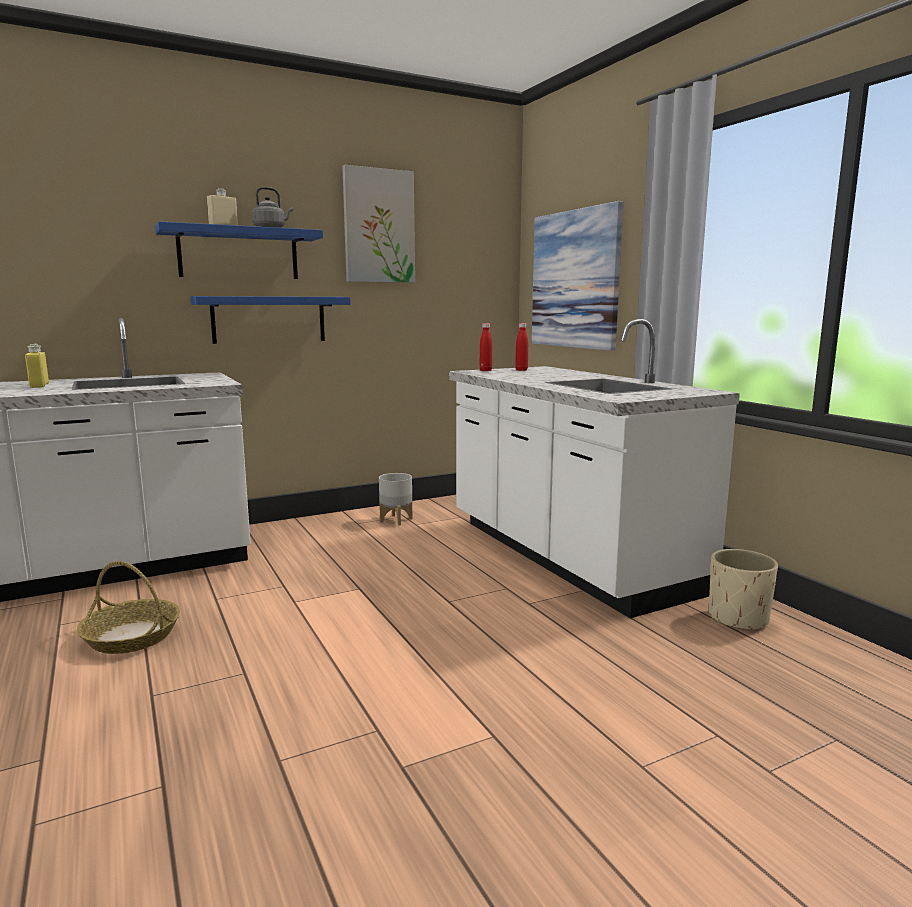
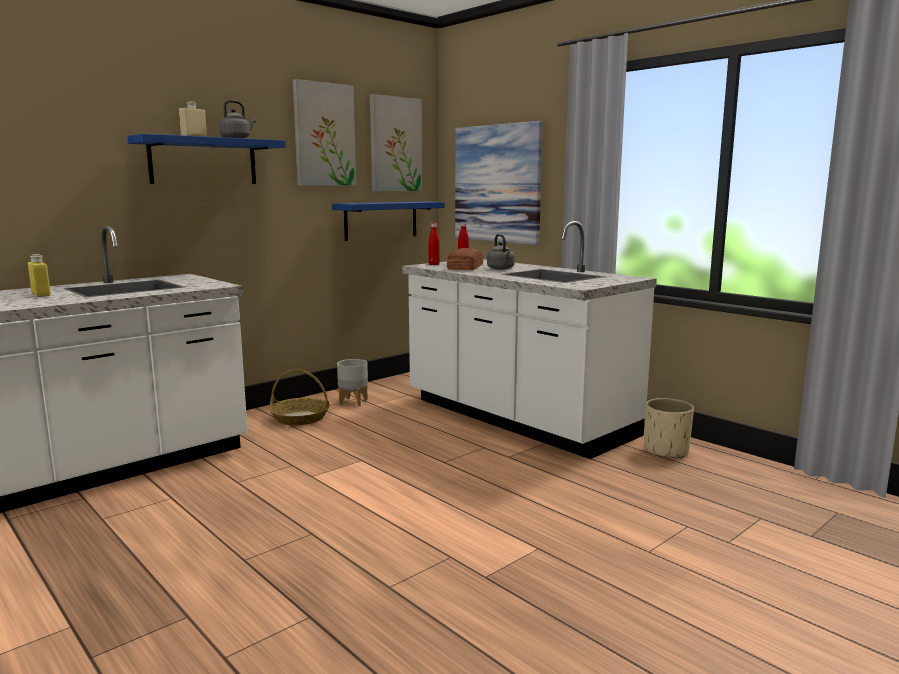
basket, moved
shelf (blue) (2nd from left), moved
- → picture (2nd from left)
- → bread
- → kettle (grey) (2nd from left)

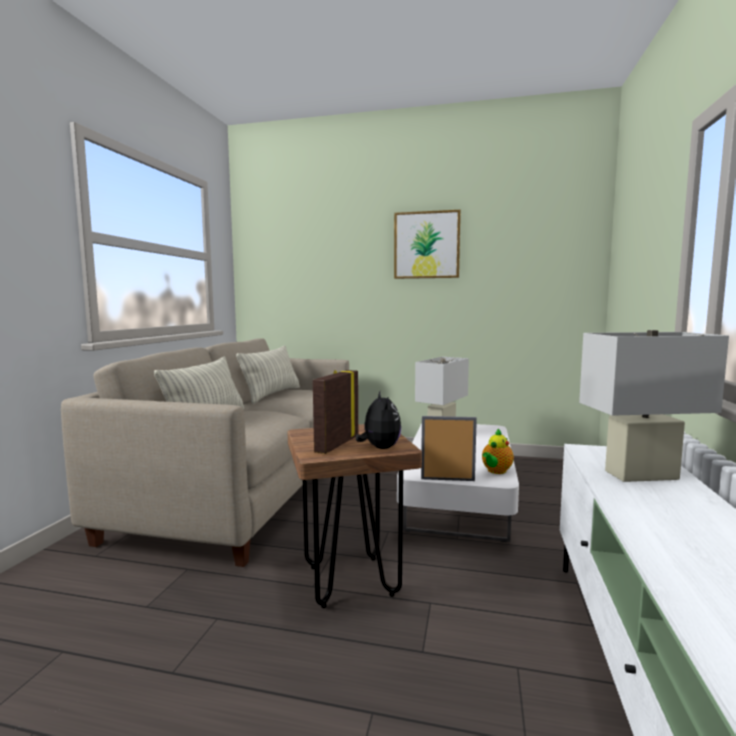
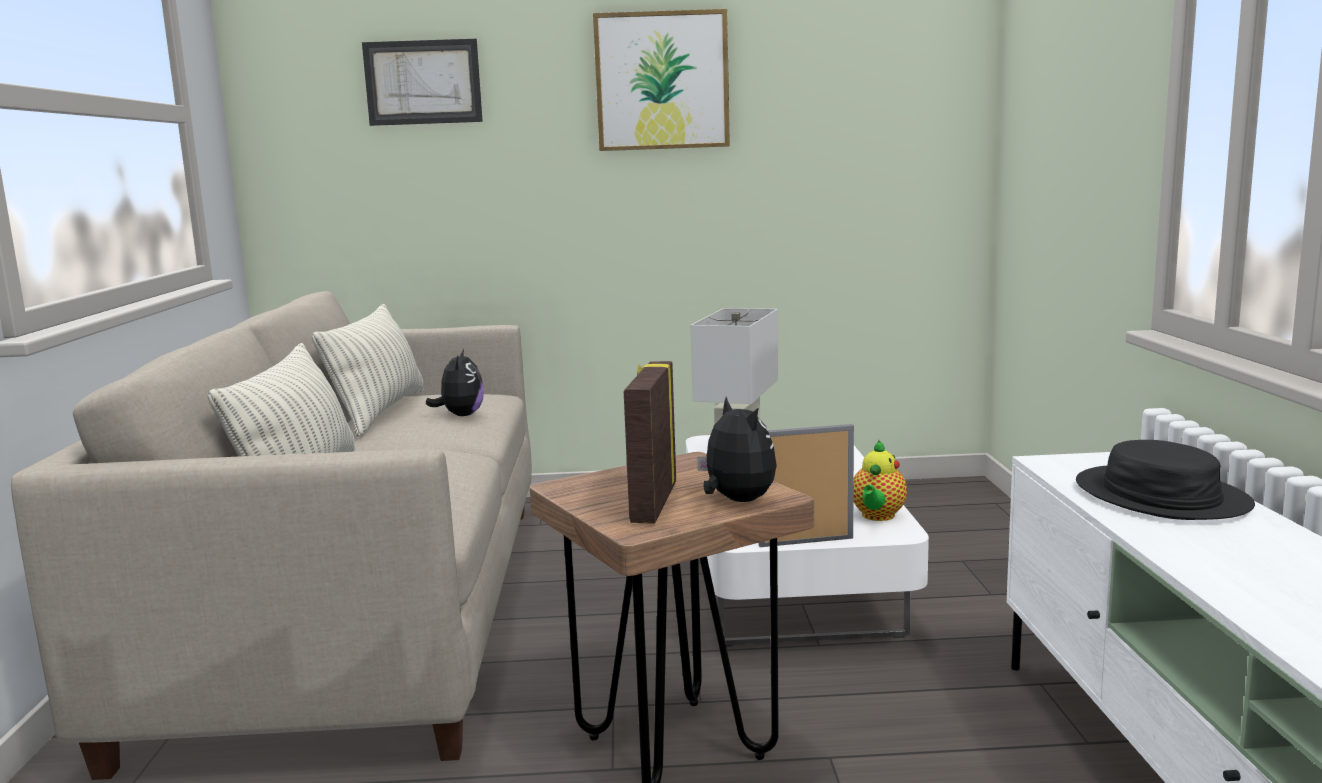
- → picture (1st from left)
- → plush toy (1st from left)
table lamp (white) (2nd from left) → hat (black)

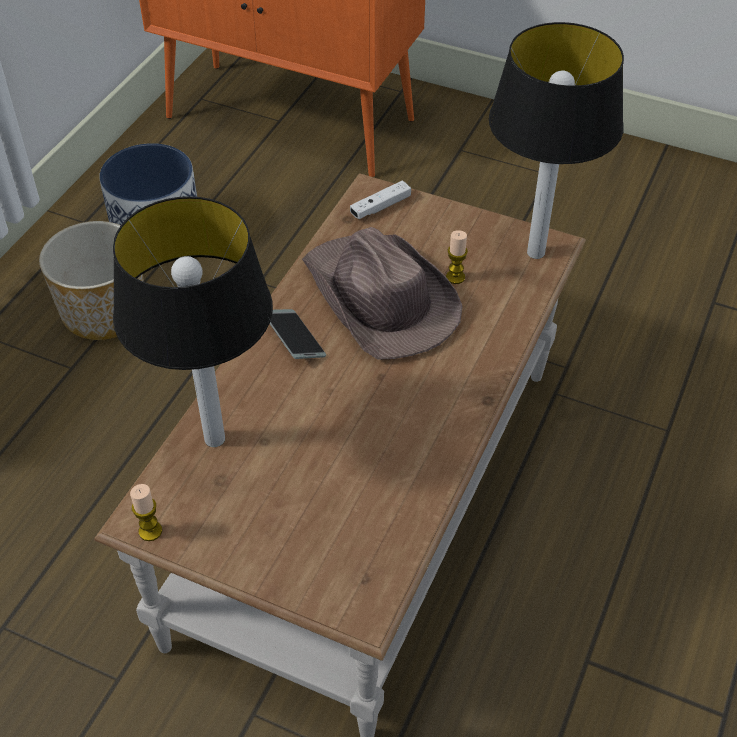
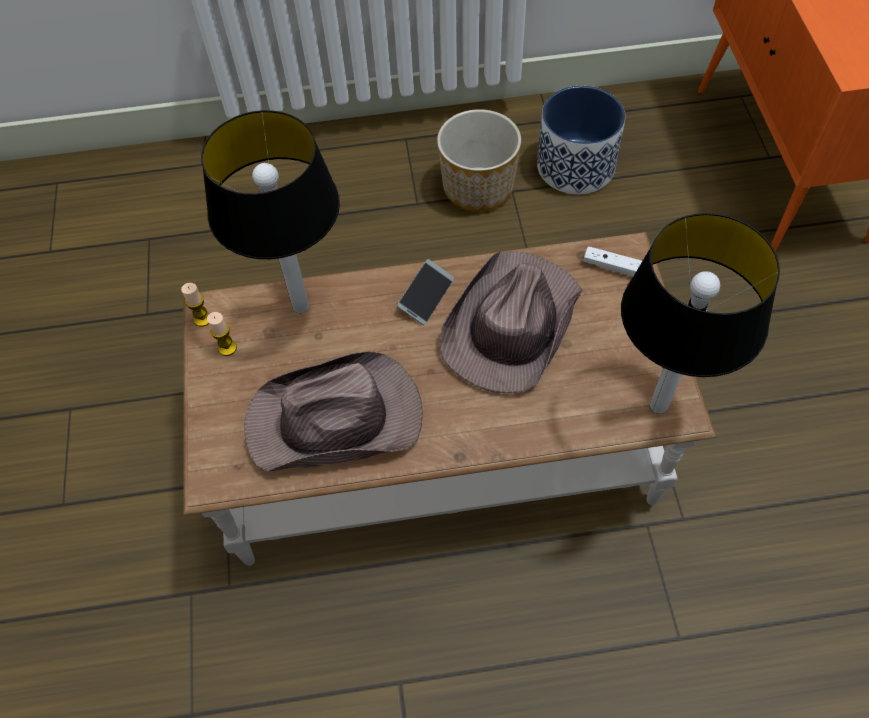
candle (2nd from left), moved
- → hat (brown) (1st from left)

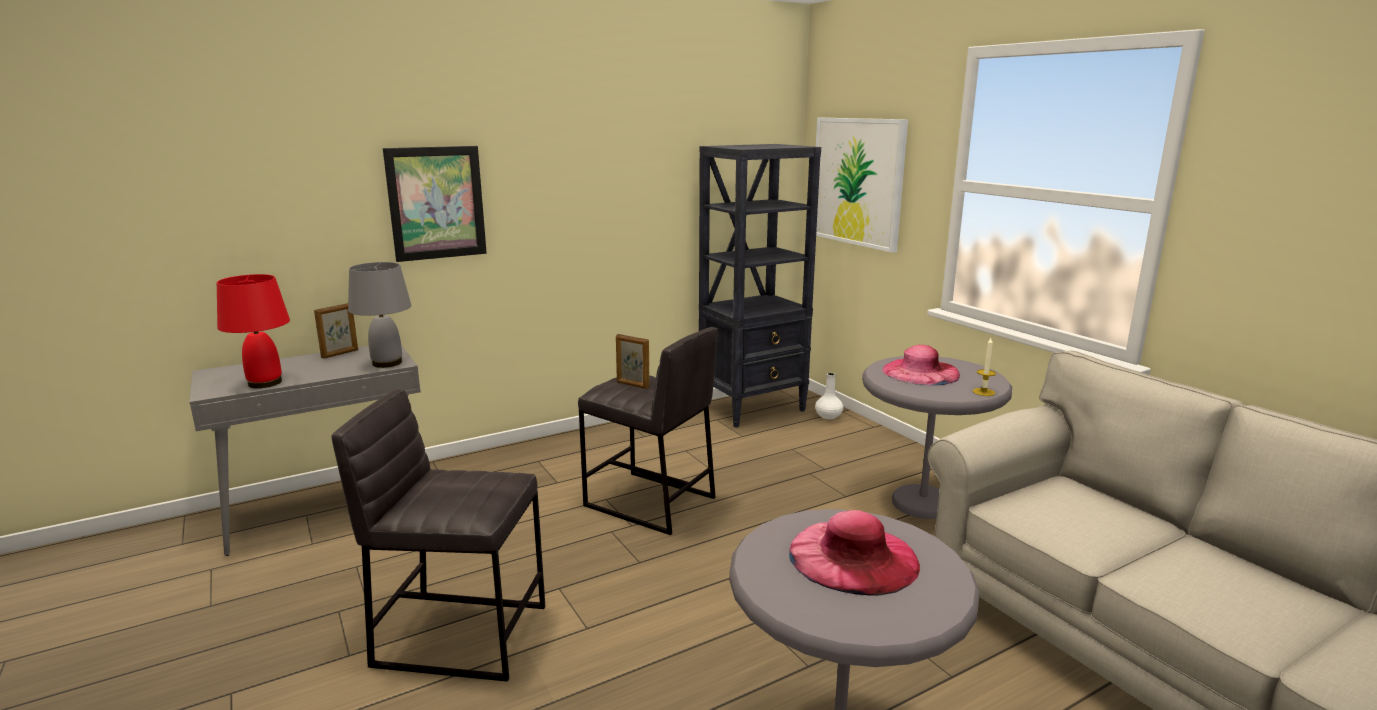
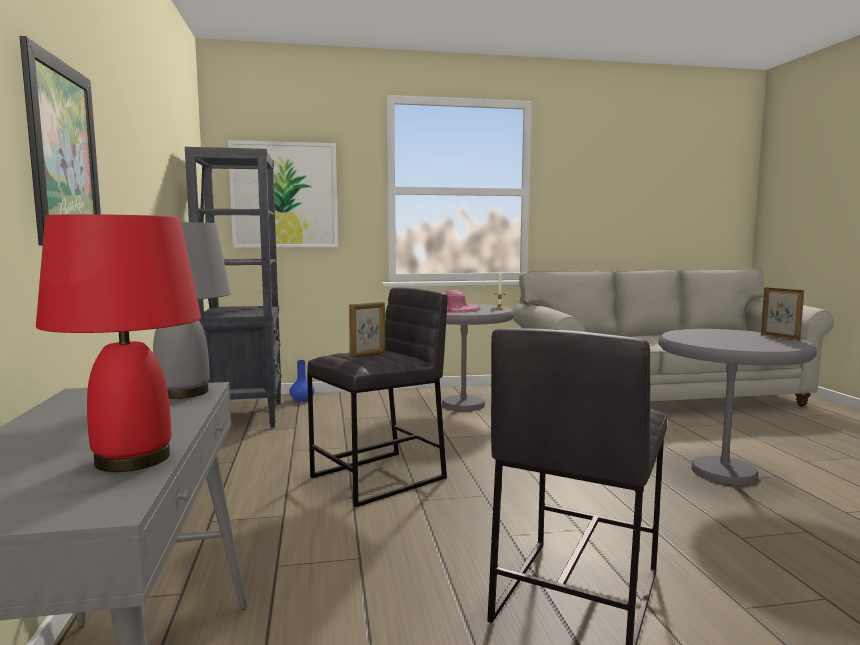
vase (white) → vase (blue)
picture frame (1st from left in the first image) → picture frame (2nd from left), moved
hat (pink) (1st from left) → -

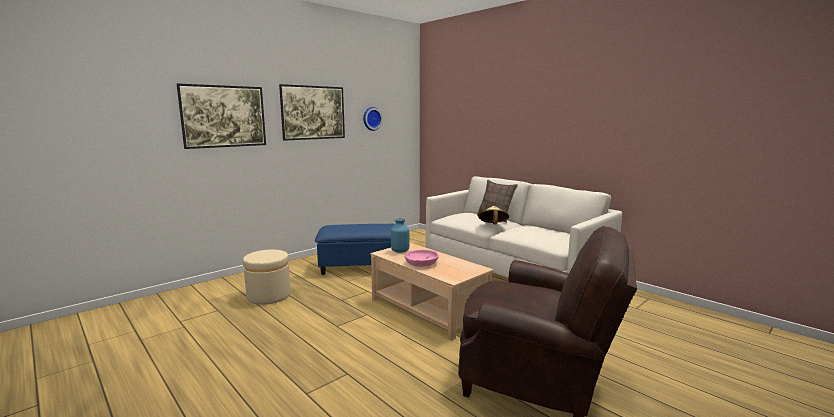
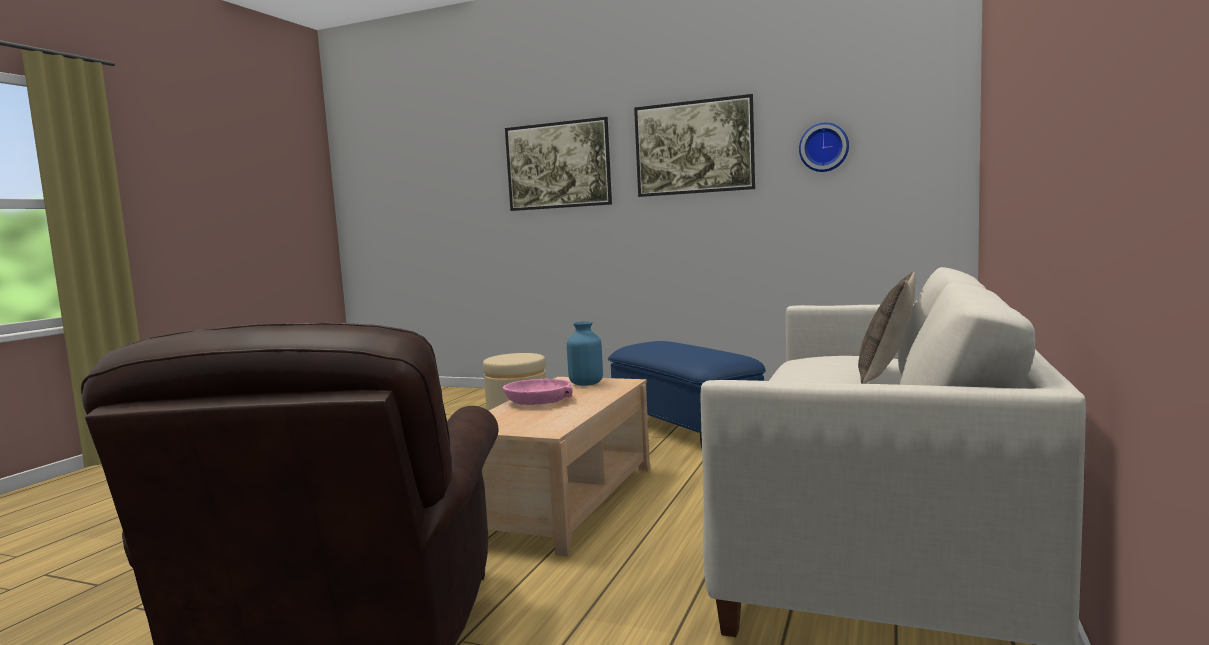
hat (beige) → -

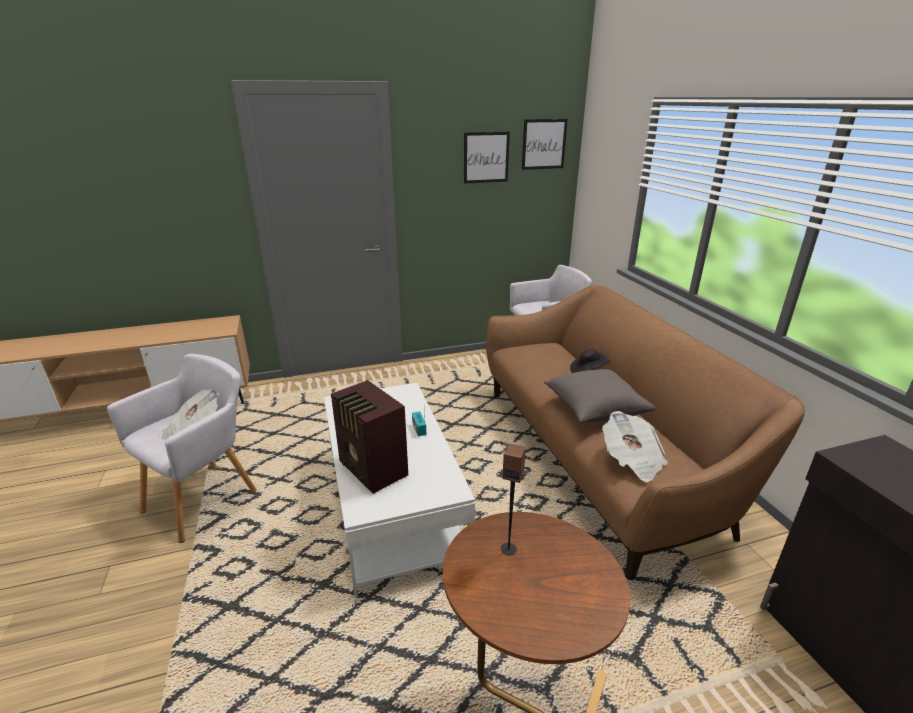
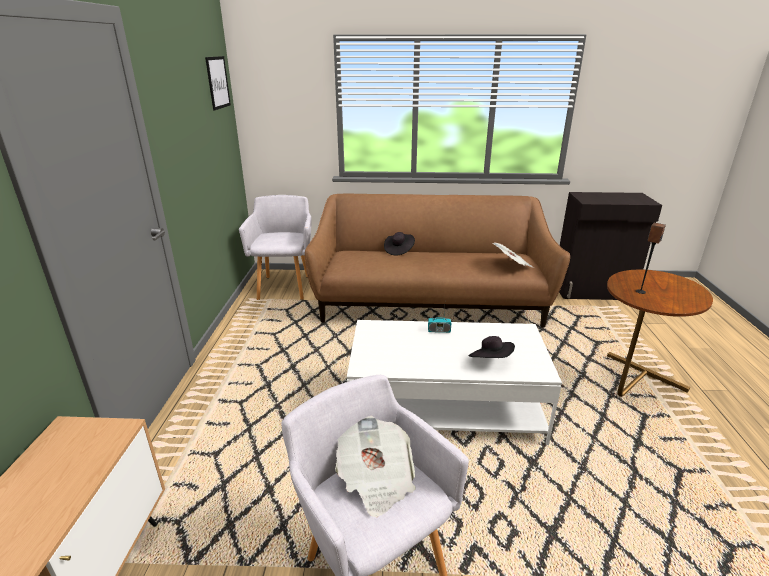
radio (1st from left) → hat (black) (2nd from left)
picture (1st from left) → -
pillow (grey) → -

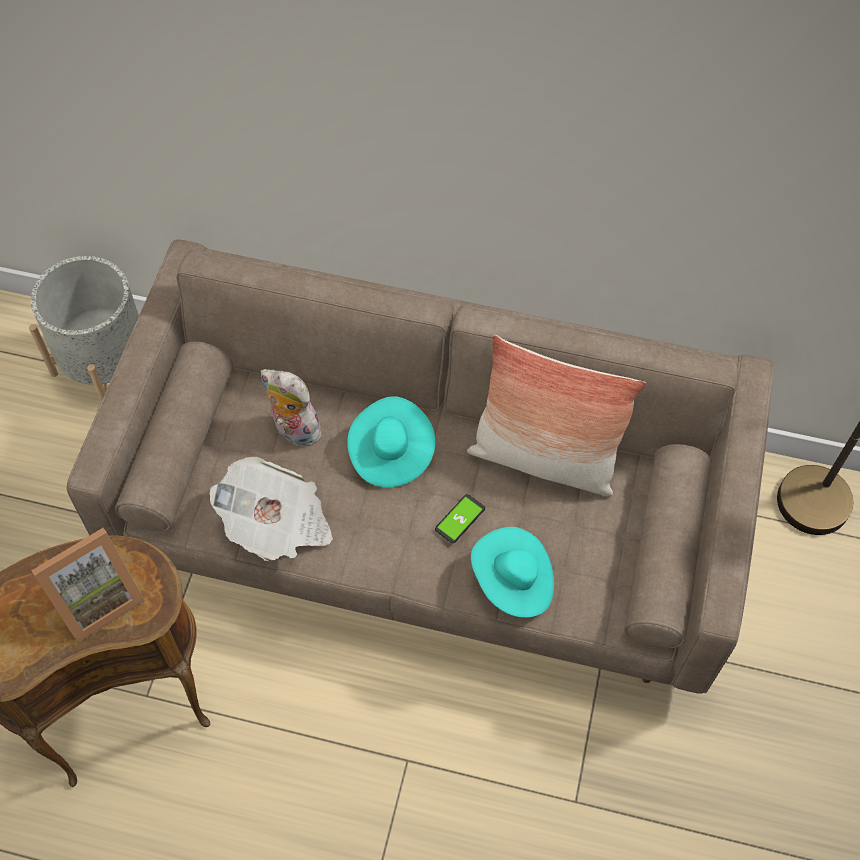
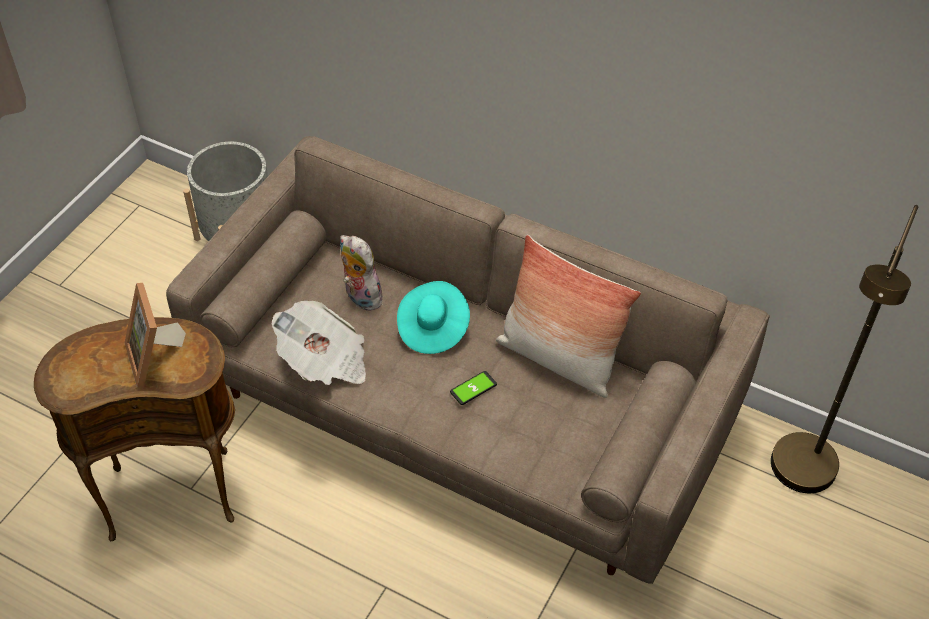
picture frame, 90 degrees clockwise
hat (turquoise) (2nd from left) → -

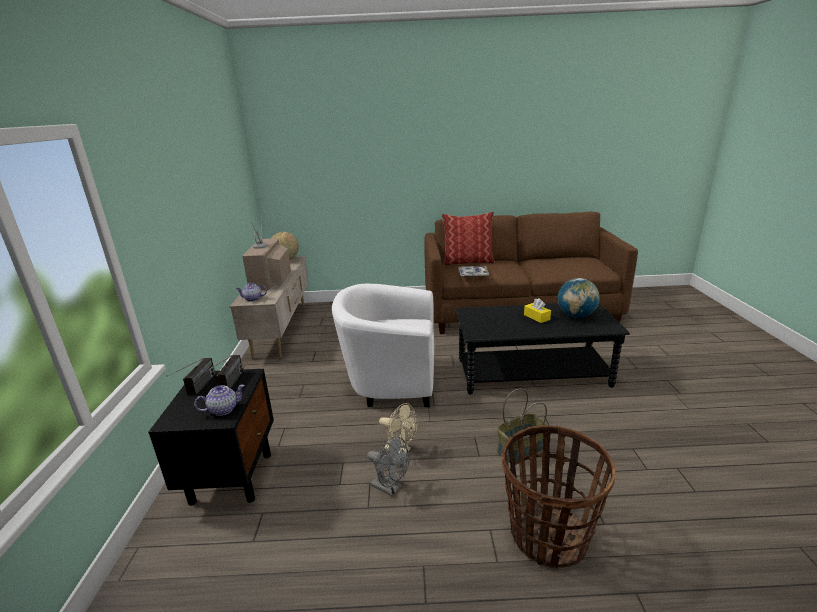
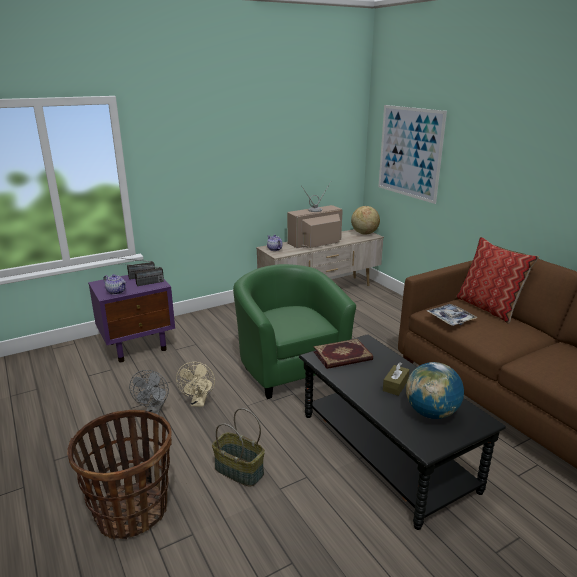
nightstand (black) → nightstand (purple)
armchair (white) → armchair (green)
- → book
- → picture
tissue box (yellow) → tissue box (brown)

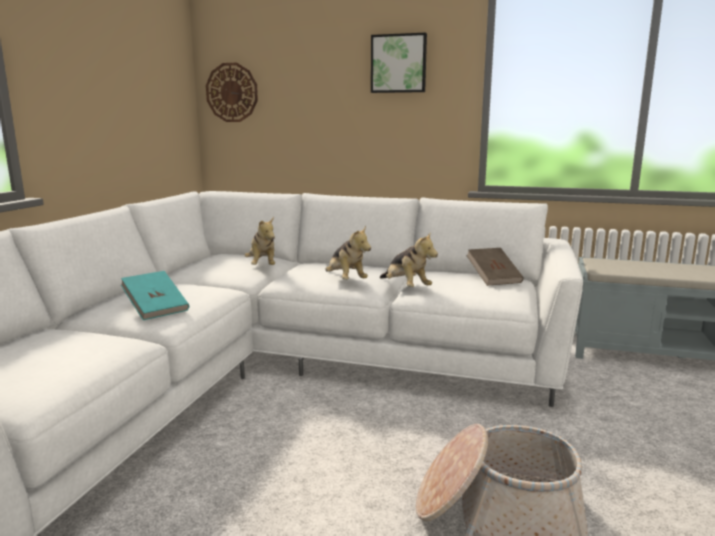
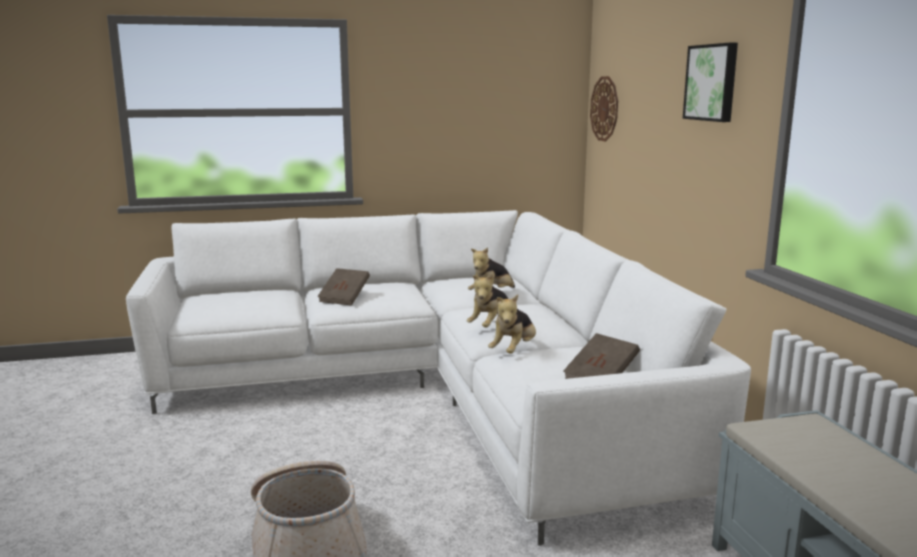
book (turquoise) → book (brown) (1st from left)

